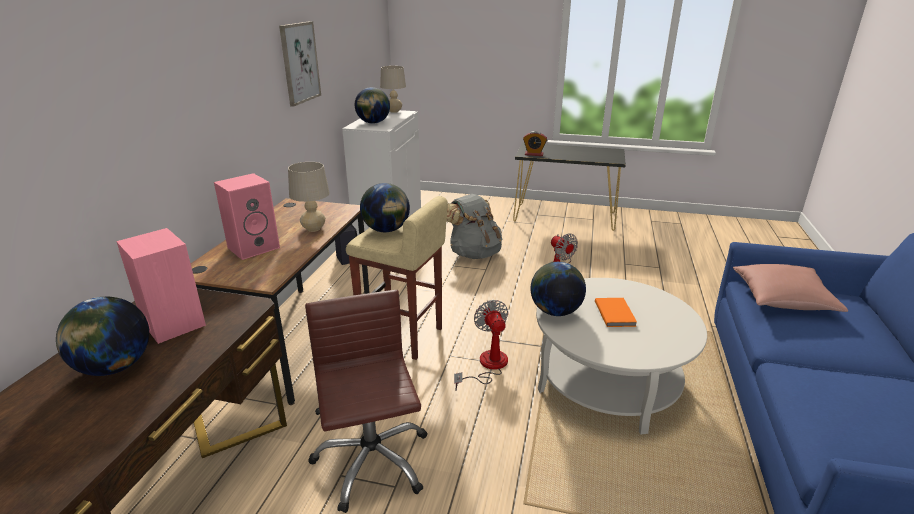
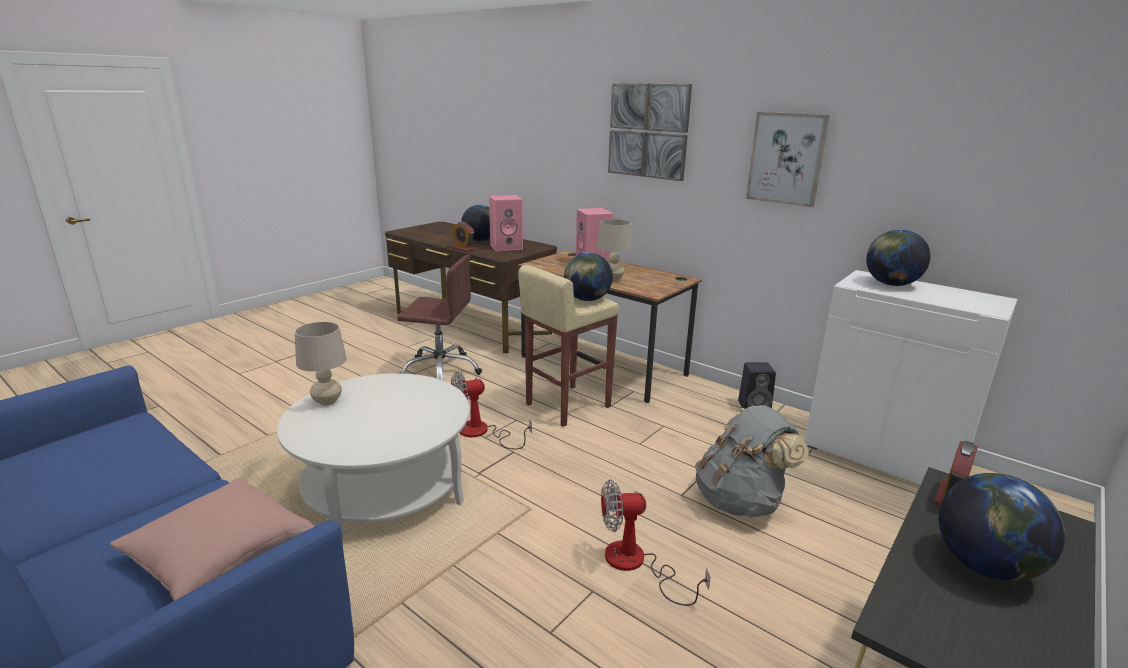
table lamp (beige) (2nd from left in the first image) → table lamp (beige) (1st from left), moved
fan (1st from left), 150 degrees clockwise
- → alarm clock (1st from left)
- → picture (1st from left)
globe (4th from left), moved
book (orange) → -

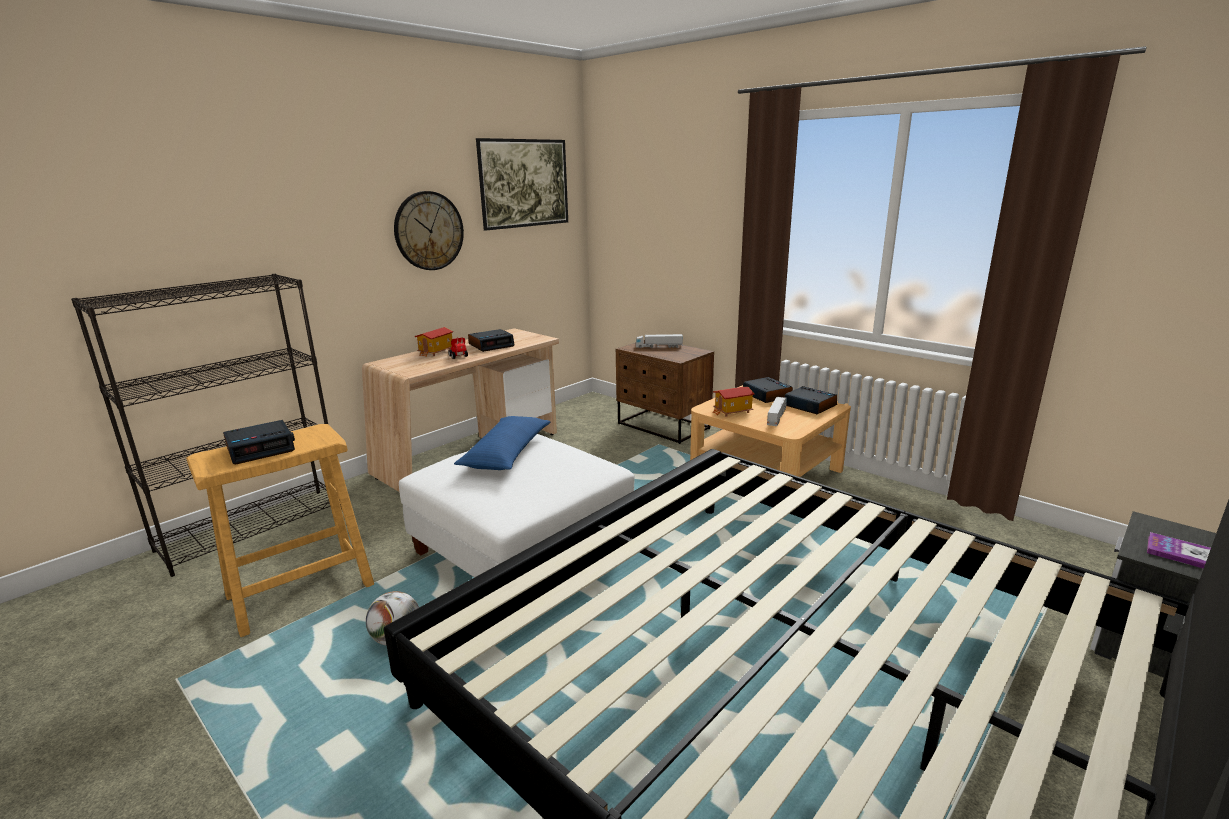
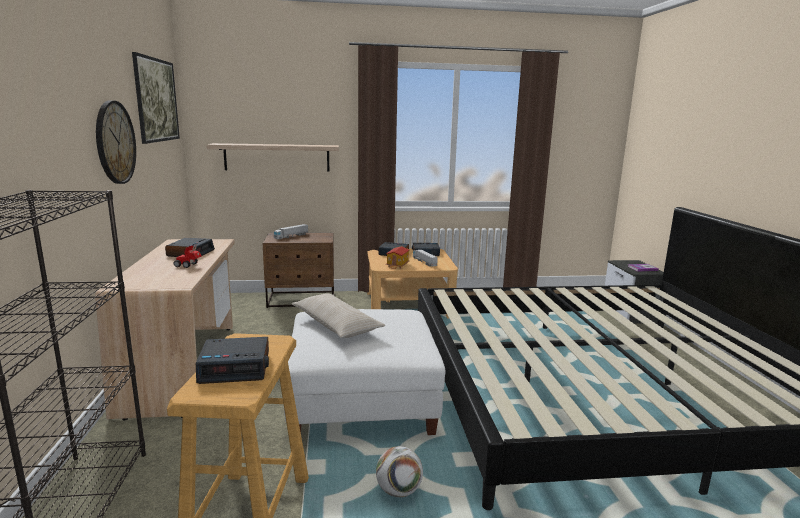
alarm clock (1st from left in the first image) → alarm clock (2nd from left), 75 degrees clockwise
- → shelf
pillow (blue) → pillow (beige)
toy house (1st from left) → -

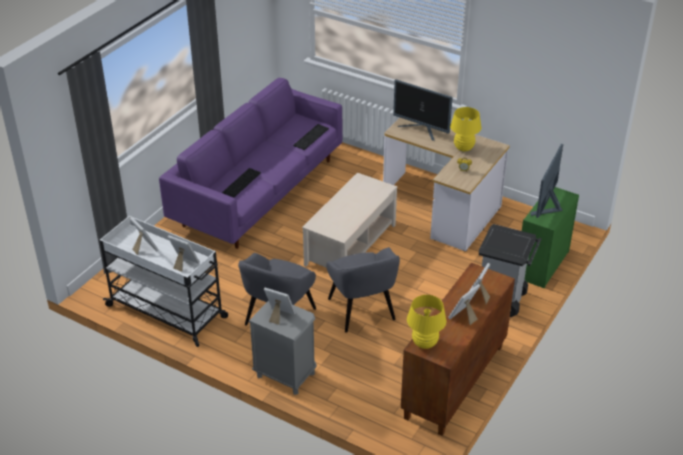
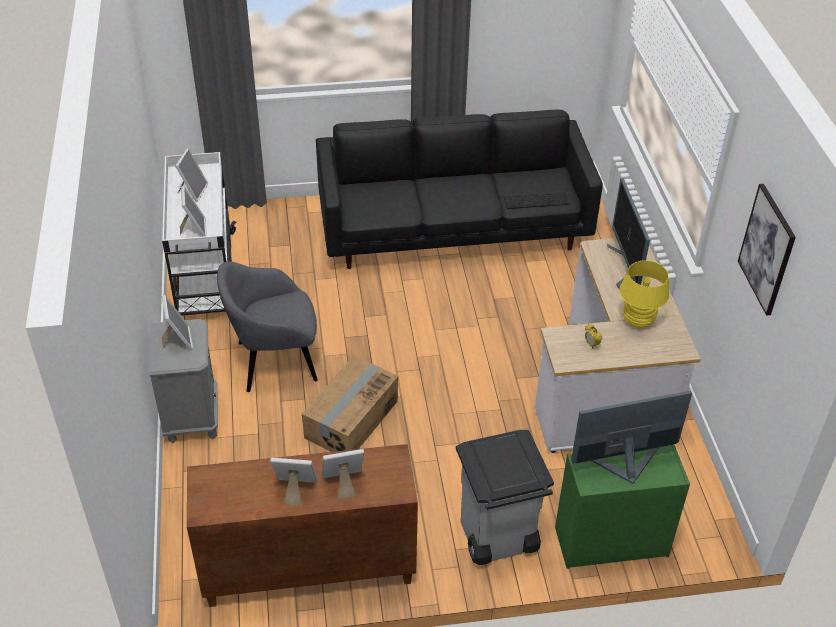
armchair (grey) (2nd from left) → cardboard box
sofa (purple) → sofa (black)
- → picture
keyboard (1st from left) → -
coffee table (beige) → -
table lamp (yellow) (1st from left) → -

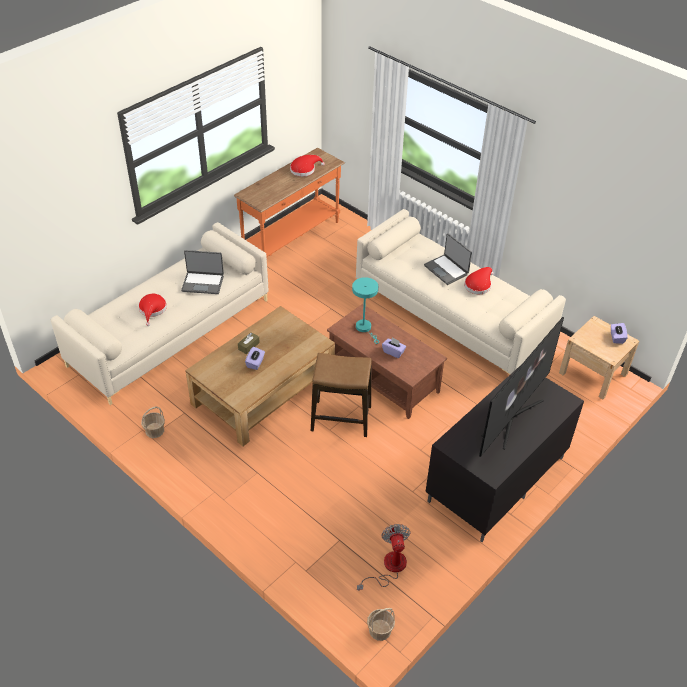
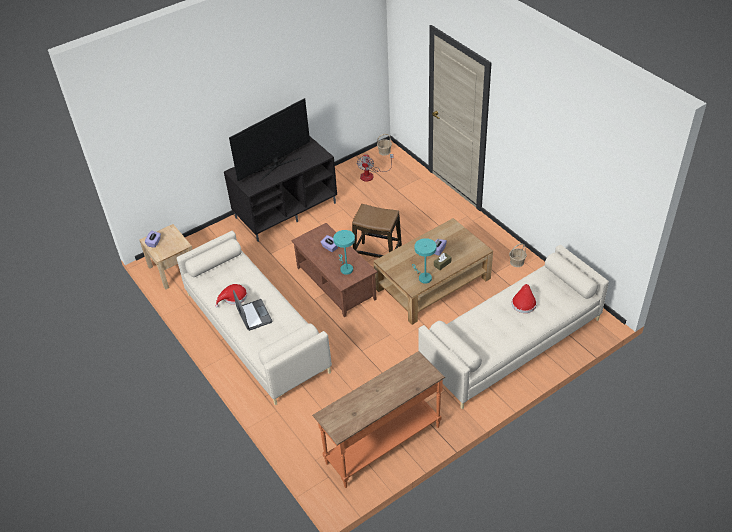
- → table lamp (turquoise) (2nd from left)
laptop (1st from left) → -
hat (red) (2nd from left) → -

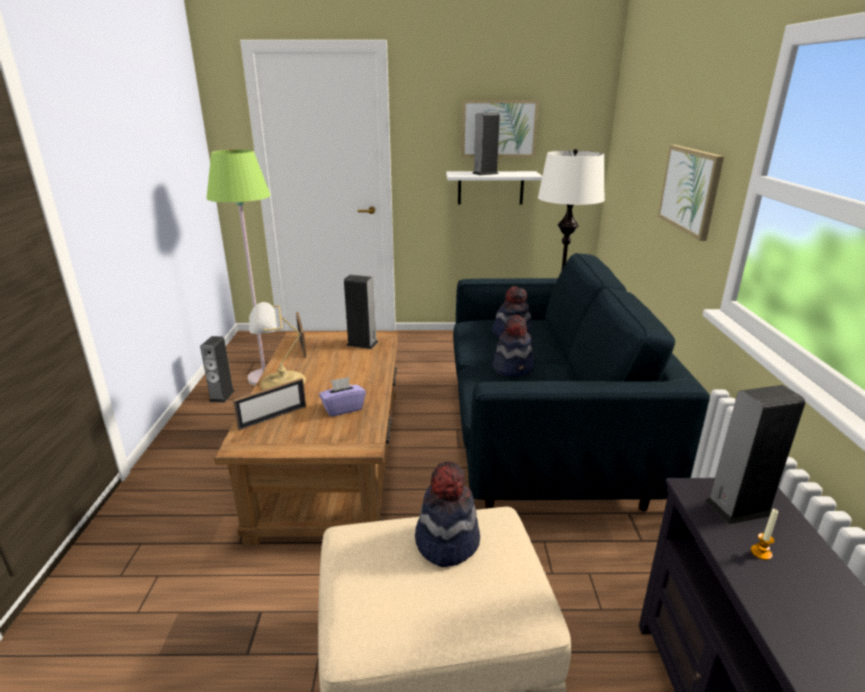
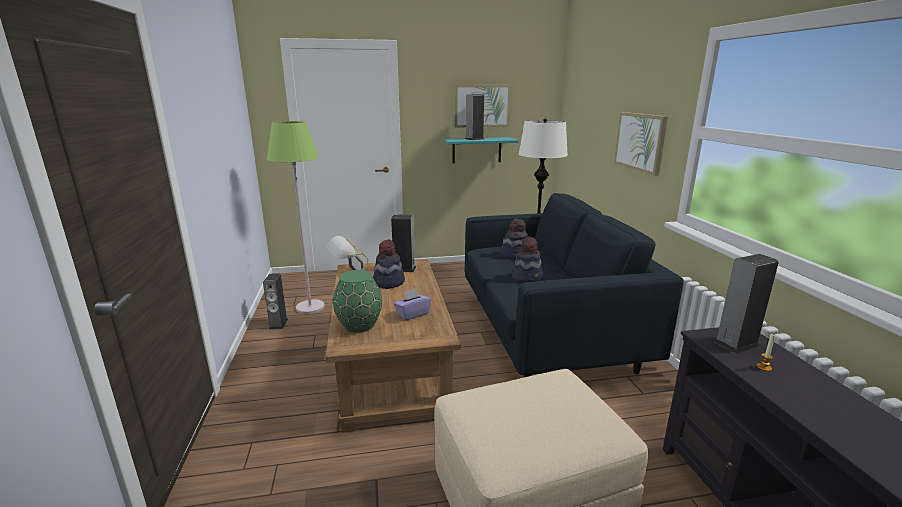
picture frame (1st from left) → vase (green)
hat (1st from left), moved
shelf (white) → shelf (turquoise)

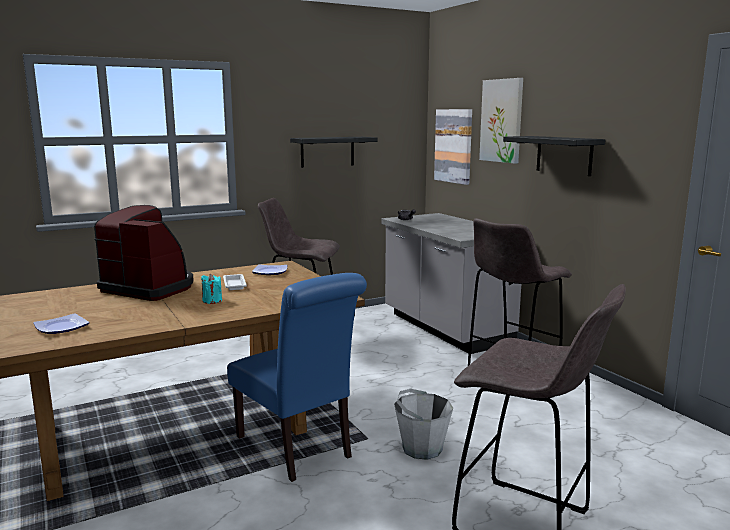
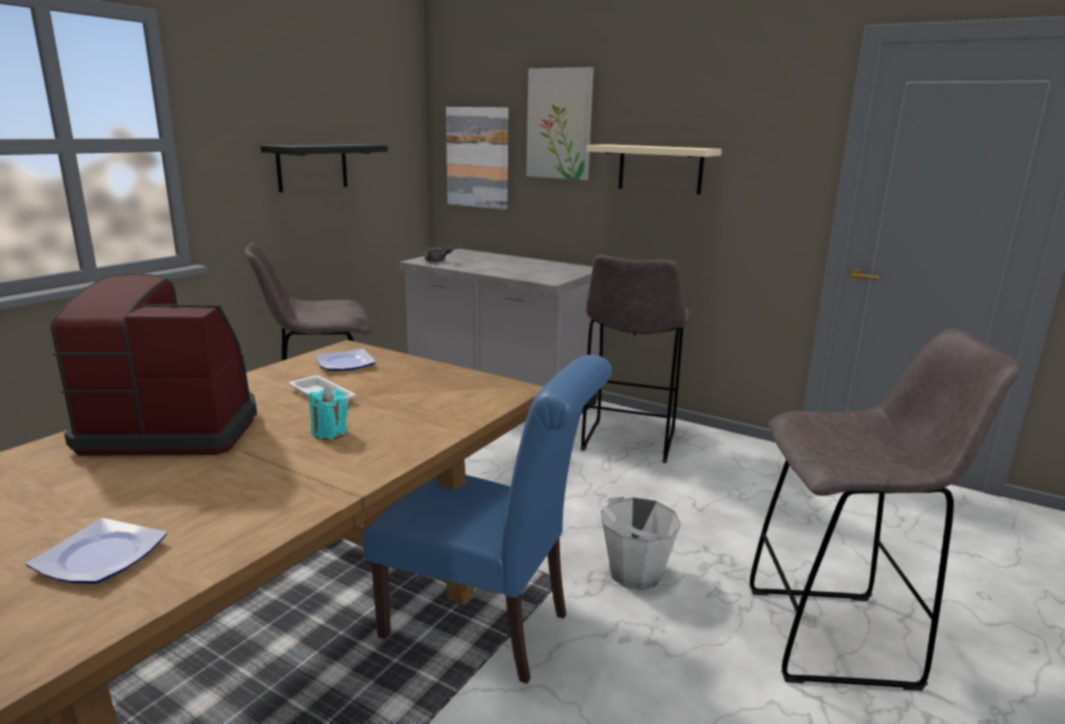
shelf (black) (2nd from left) → shelf (beige)

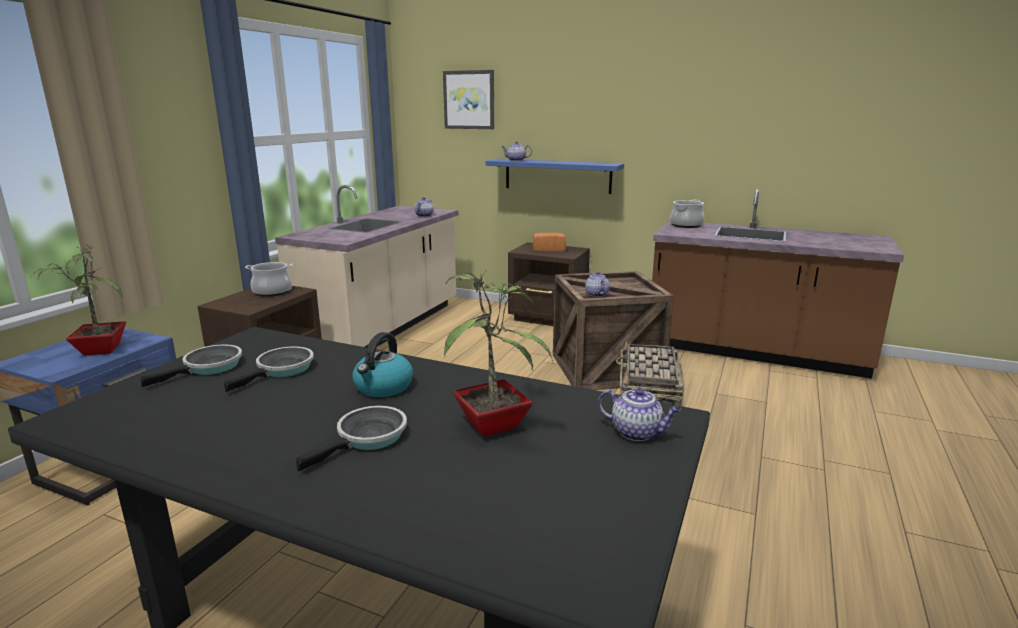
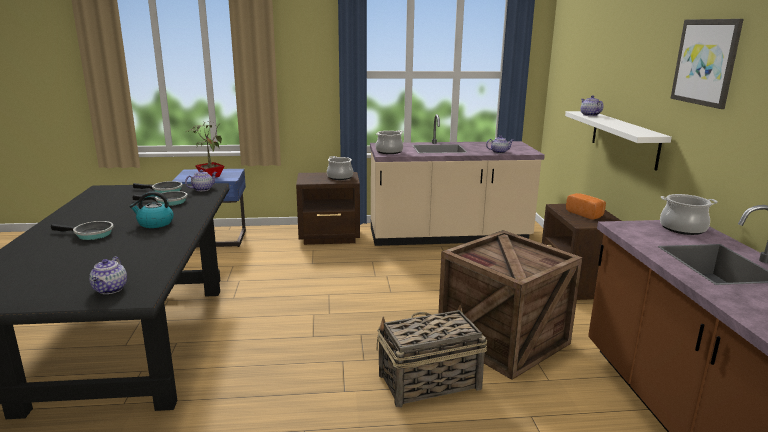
teapot (3rd from left in the first image) → teapot (2nd from left), moved
- → cooking pot (2nd from left)
shelf (blue) → shelf (white)
picture, moved
potted plant (2nd from left) → -

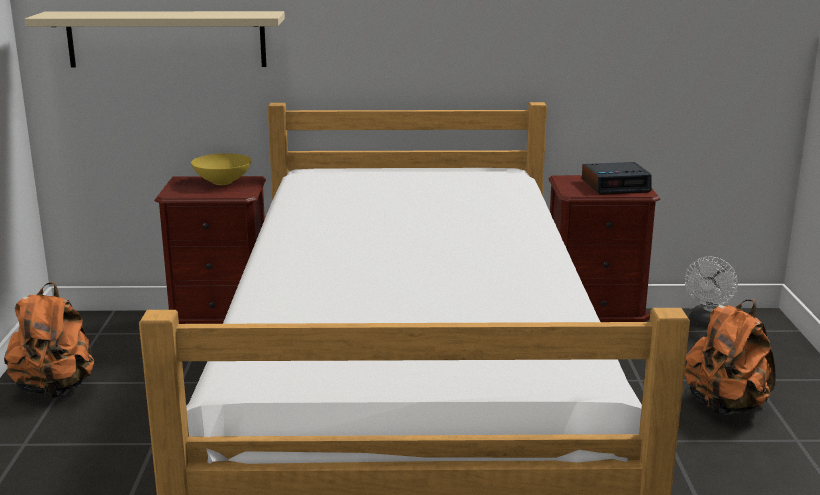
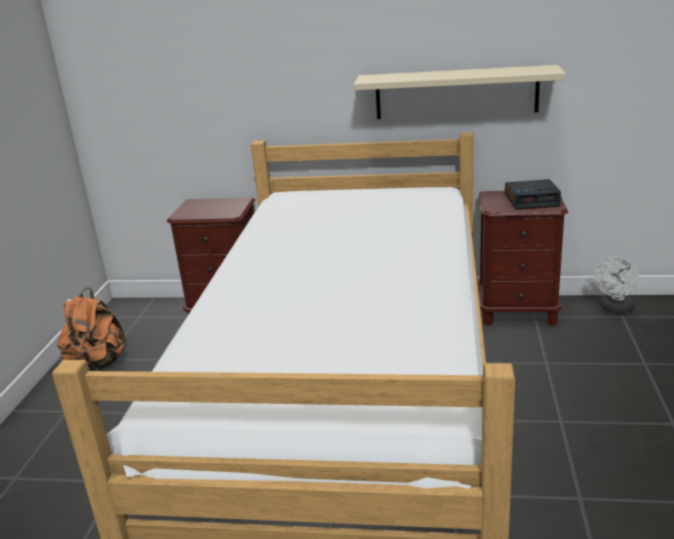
shelf (beige), moved
bowl (yellow) → -
backpack (orange) (2nd from left) → -

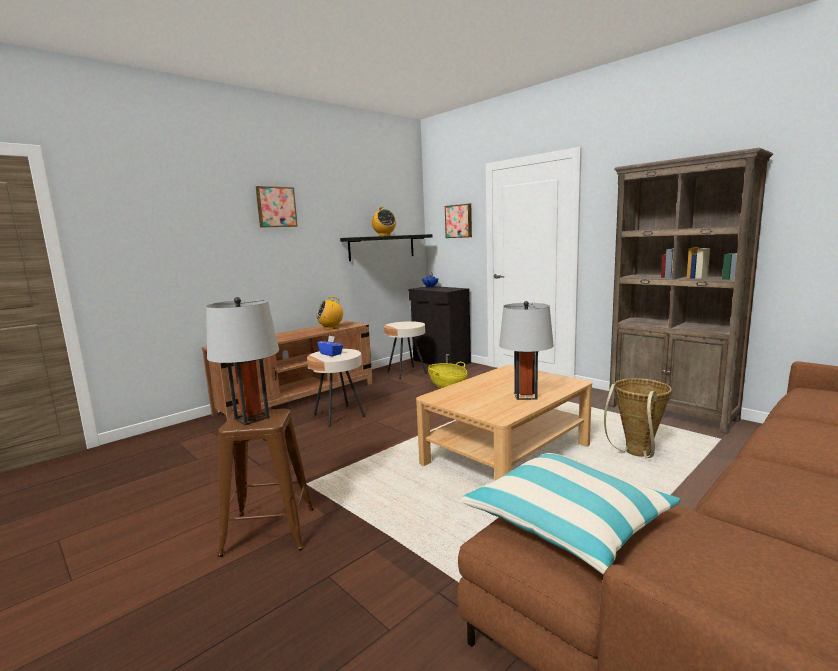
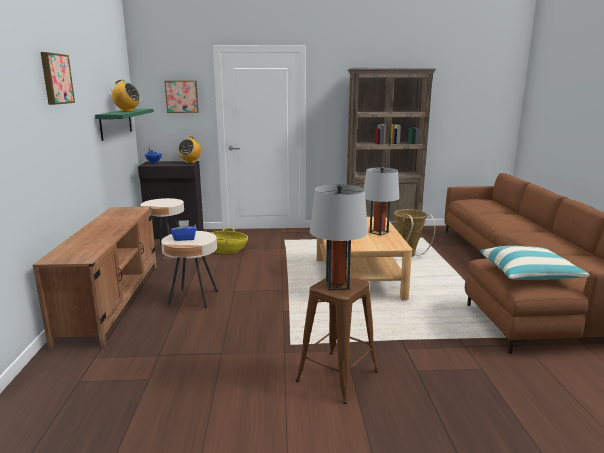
shelf (black) → shelf (green)
radio (1st from left in the first image) → radio (2nd from left), moved

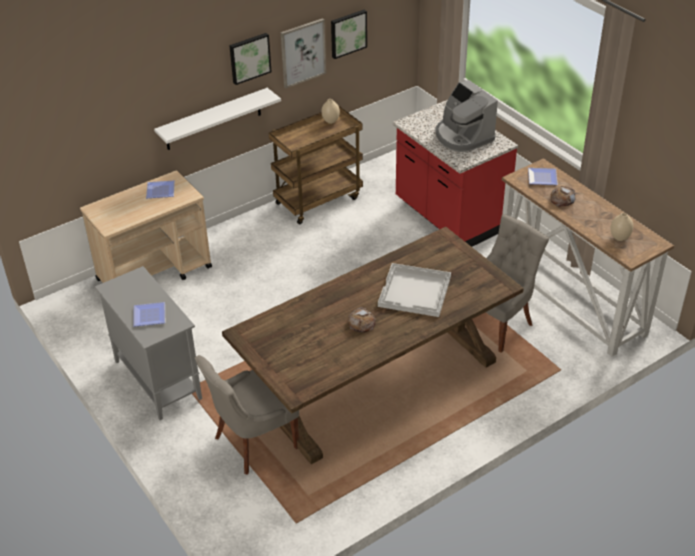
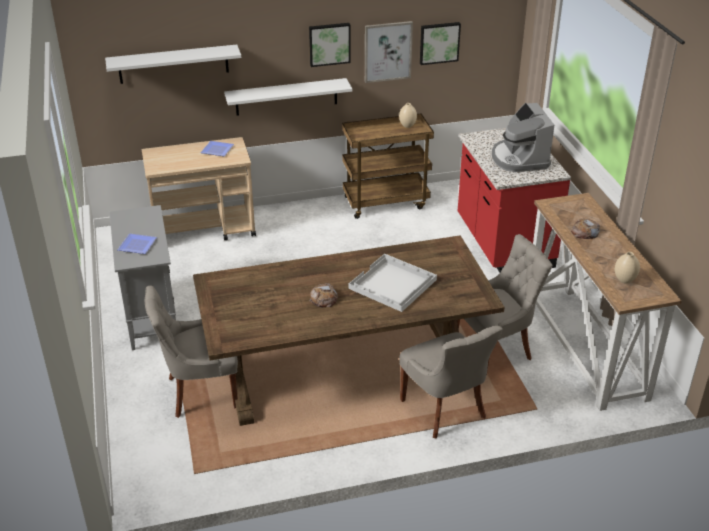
- → shelf (white) (1st from left)
- → chair (grey) (2nd from left)
plate (3rd from left) → -

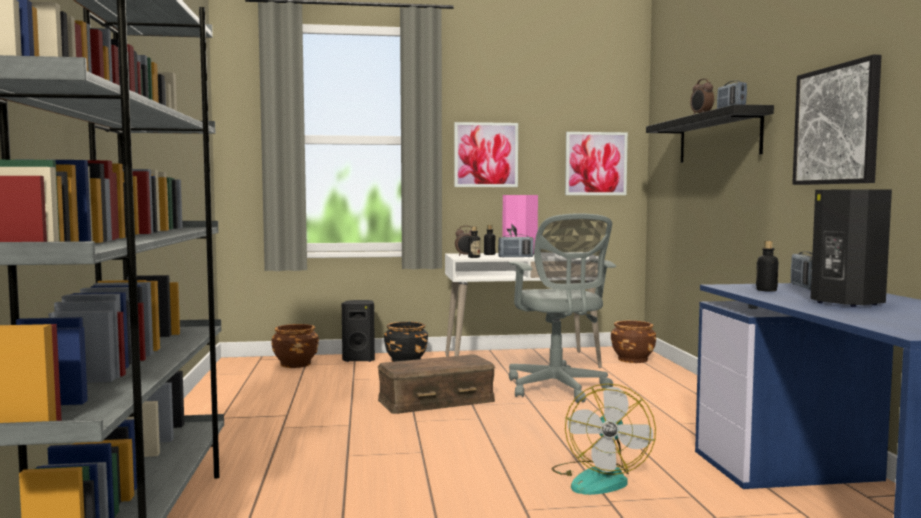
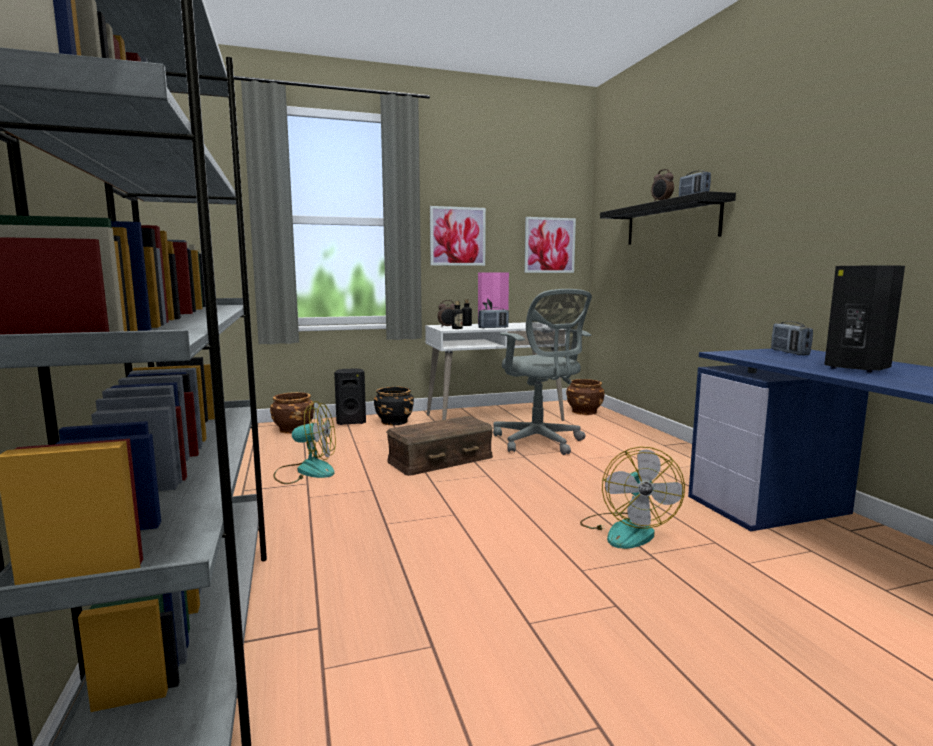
- → fan (1st from left)
bottle (3rd from left) → -
picture (3rd from left) → -

